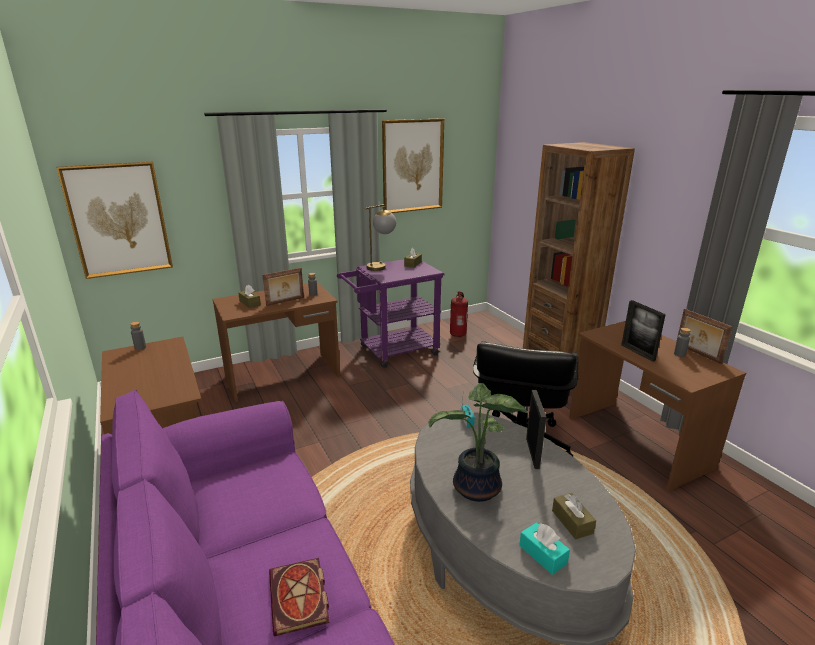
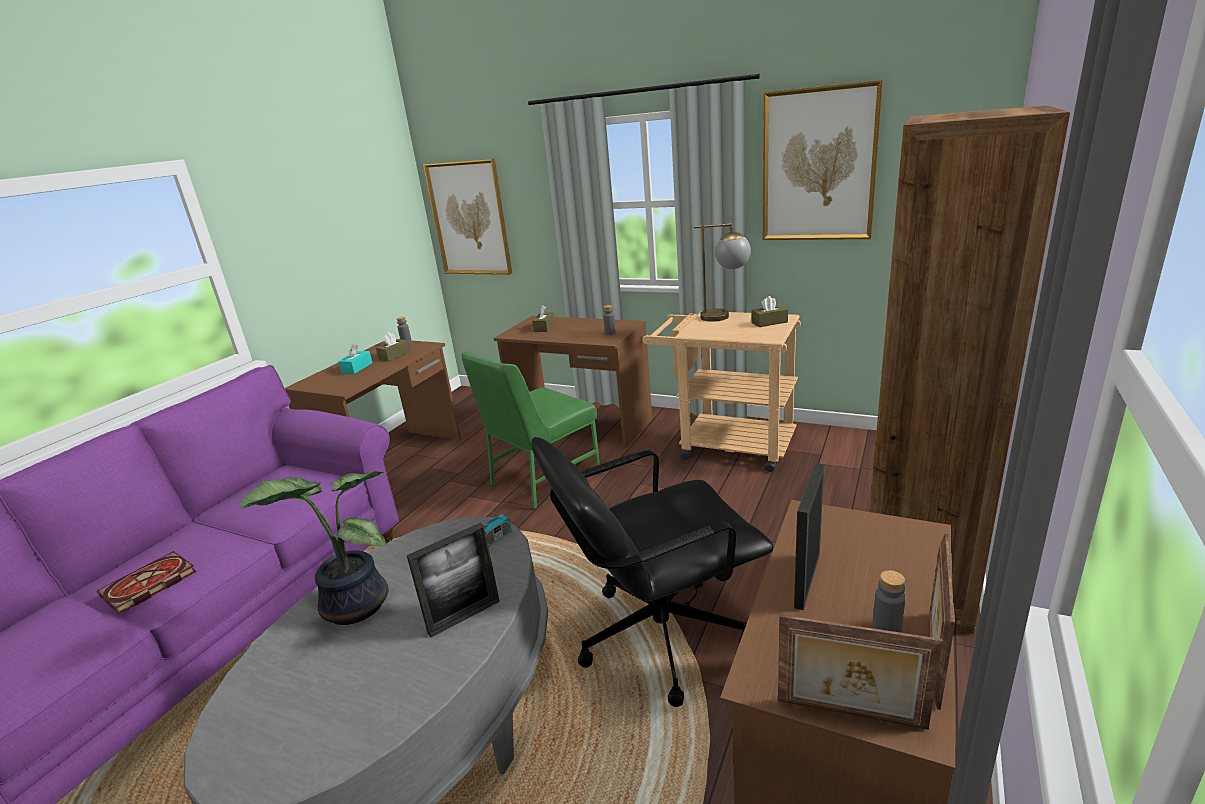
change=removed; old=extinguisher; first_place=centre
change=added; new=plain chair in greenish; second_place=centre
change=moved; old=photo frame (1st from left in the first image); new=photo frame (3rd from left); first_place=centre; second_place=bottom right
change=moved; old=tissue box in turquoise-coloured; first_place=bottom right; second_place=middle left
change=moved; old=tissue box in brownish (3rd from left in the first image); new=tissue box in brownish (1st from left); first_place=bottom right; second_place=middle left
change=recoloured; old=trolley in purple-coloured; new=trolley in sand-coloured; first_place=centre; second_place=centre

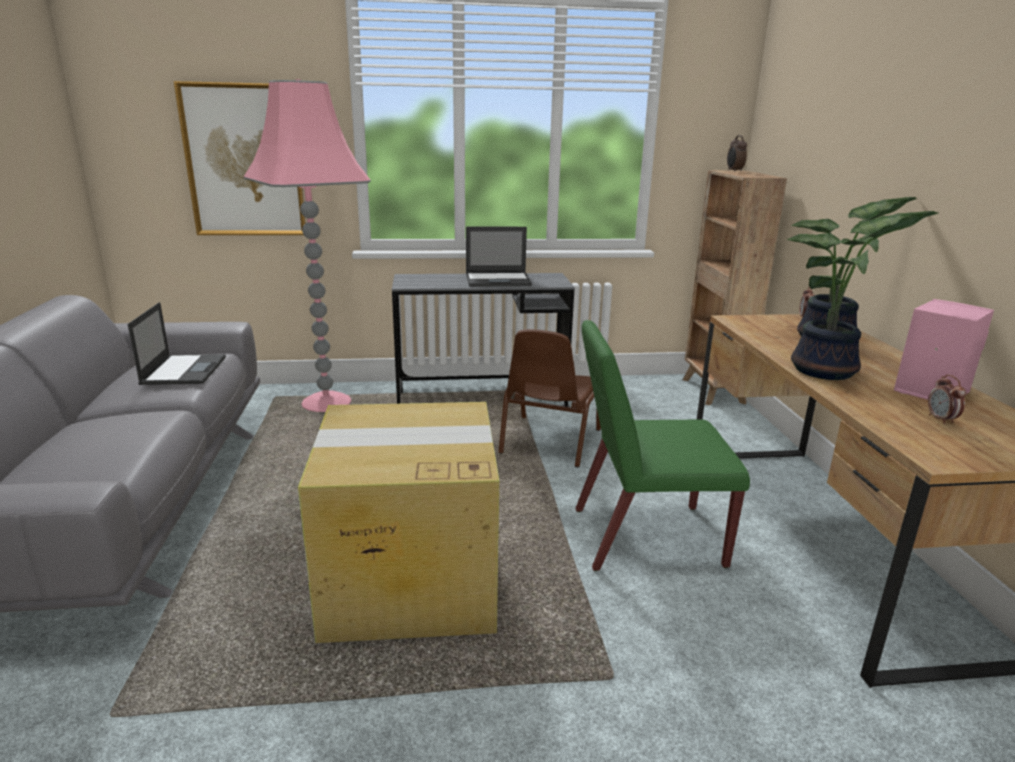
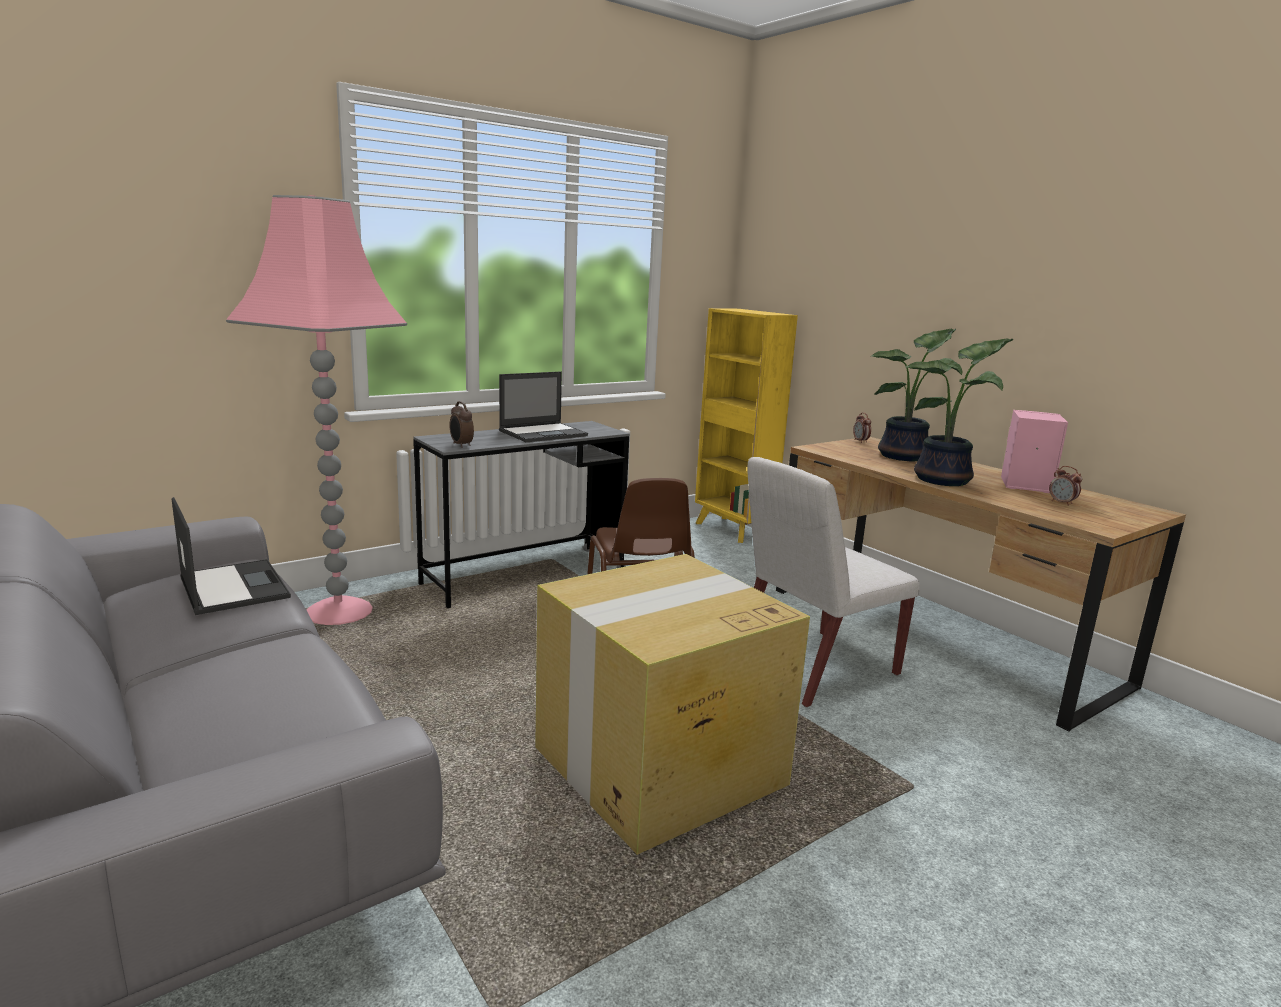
change=removed; old=wall art; first_place=top left
change=moved; old=bedside clock (1st from left); first_place=top right; second_place=centre
change=recoloured; old=plain chair in greenish; new=plain chair in white-coloured; first_place=centre; second_place=centre
change=recoloured; old=shelving unit in brownish; new=shelving unit in yellow; first_place=middle right; second_place=centre

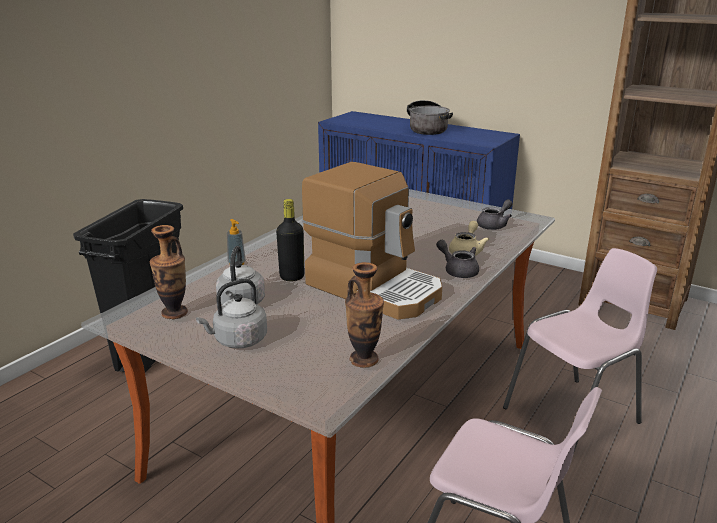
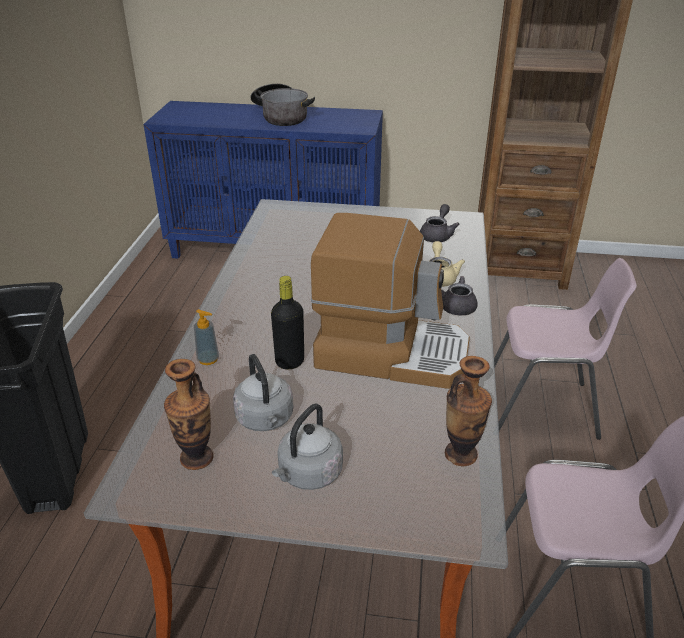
change=turned; old=plain chair in pink (2nd from left in the first image); first_place=bottom right; second_place=middle right; degrees=60

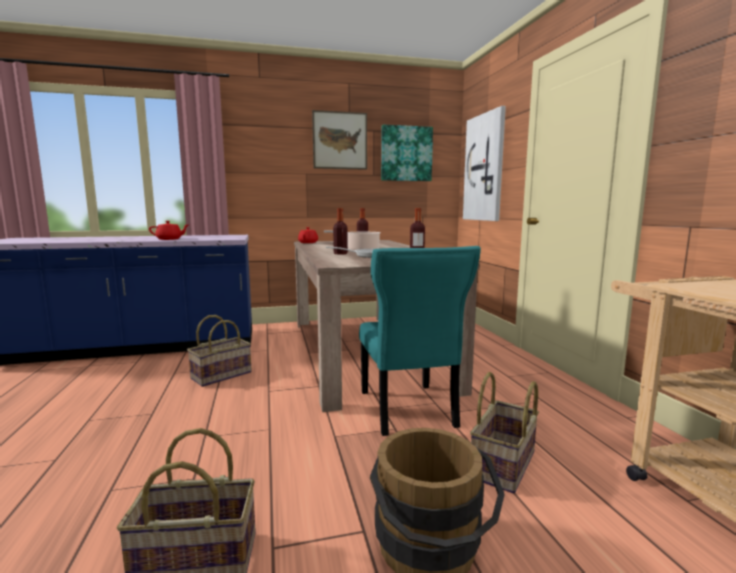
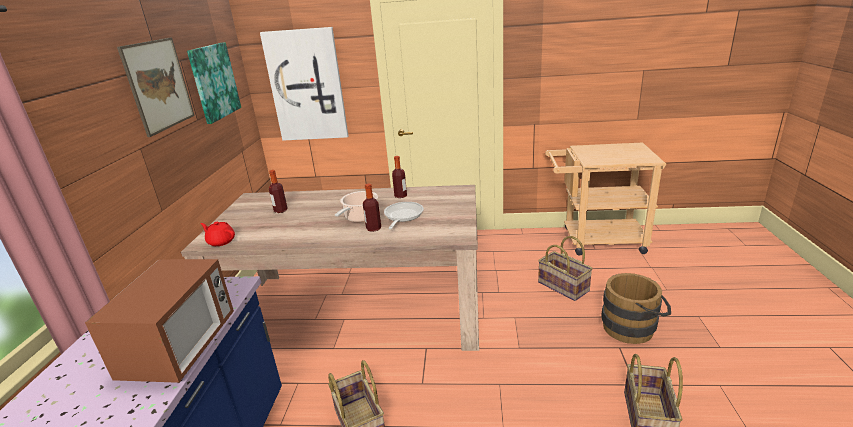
change=removed; old=plain chair in turquoise-coloured; first_place=centre
change=replaced; old=pot for tea in reddish (1st from left); new=kitchen microwave; first_place=middle left; second_place=bottom left

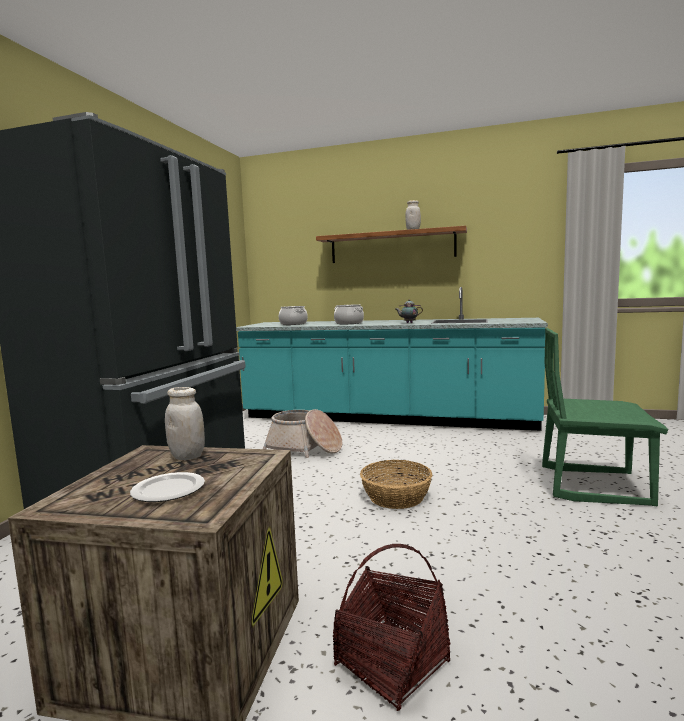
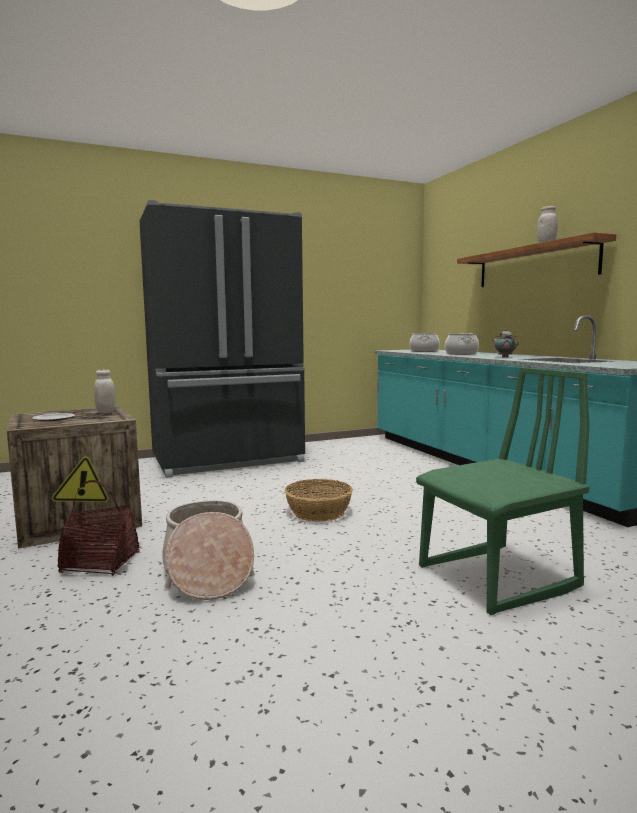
change=moved; old=storage basket (1st from left in the first image); new=storage basket (2nd from left); first_place=centre; second_place=bottom left
change=turned; old=plain chair in greenish; first_place=middle right; second_place=middle right; degrees=90

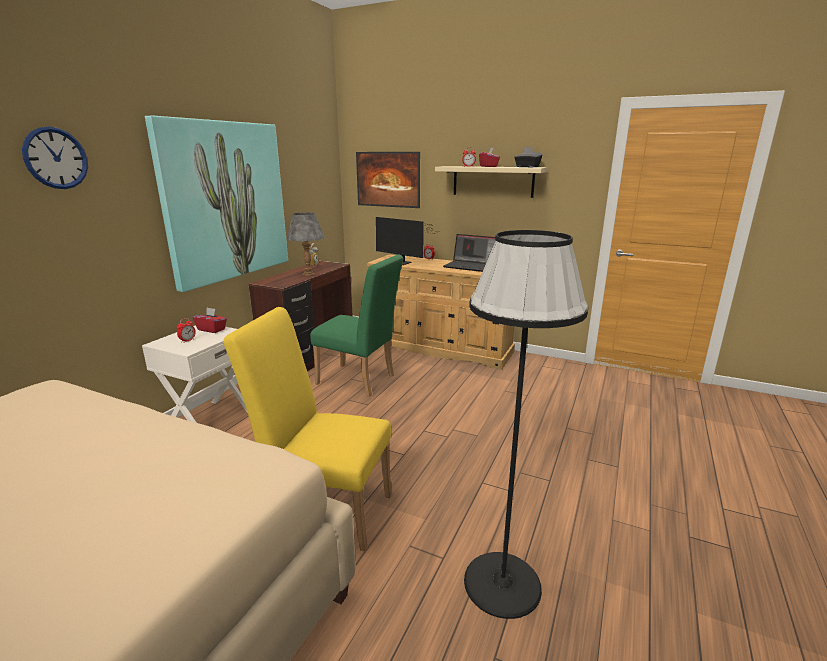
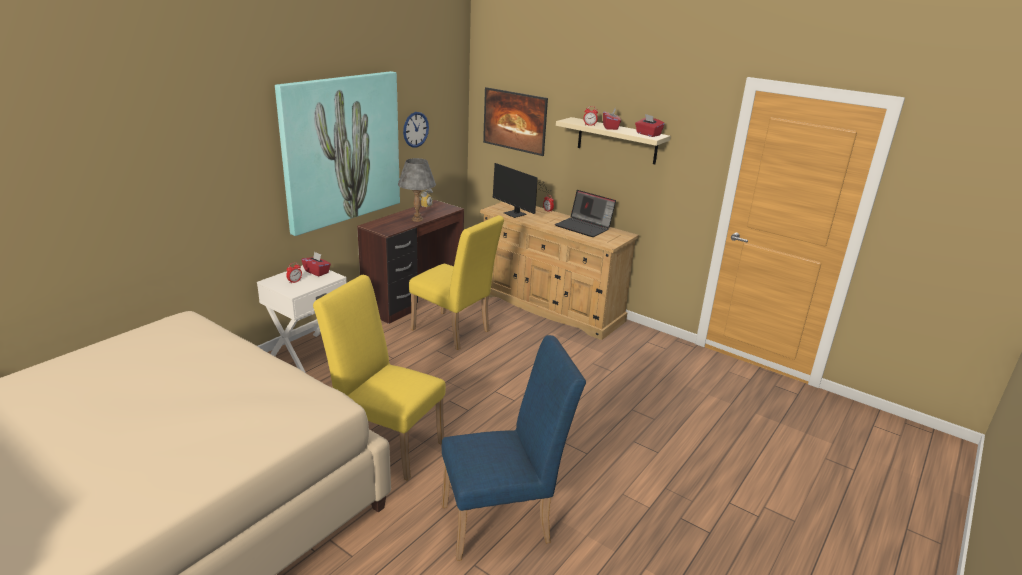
change=moved; old=hanging clock; first_place=top left; second_place=top centre
change=replaced; old=floor lamp in black; new=plain chair in bluish; first_place=centre; second_place=bottom centre
change=recoloured; old=plain chair in greenish; new=plain chair in yellow (2nd from left); first_place=centre; second_place=centre
change=recoloured; old=tissue box in black; new=tissue box in reddish (3rd from left); first_place=top centre; second_place=top centre

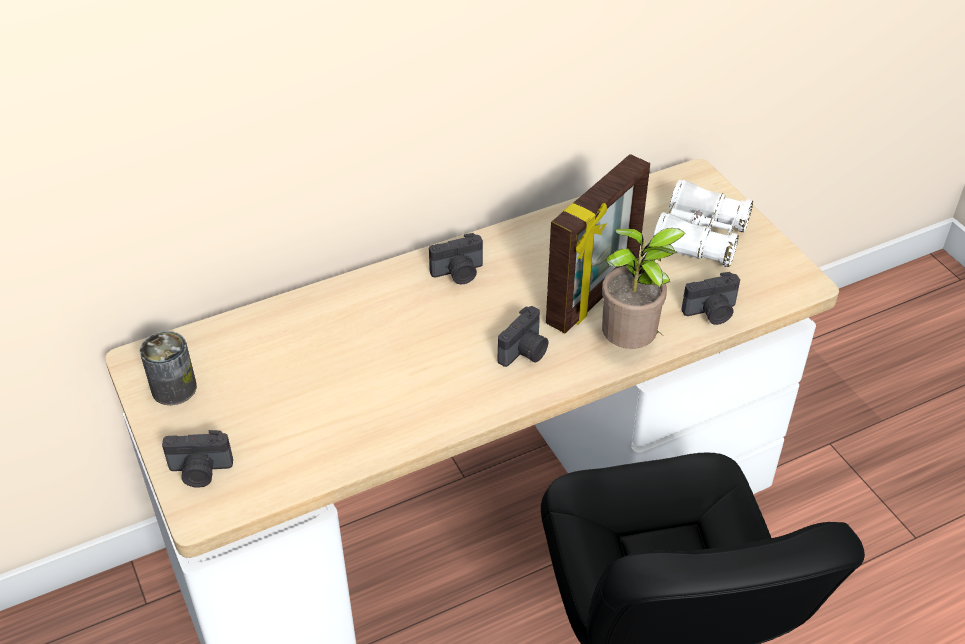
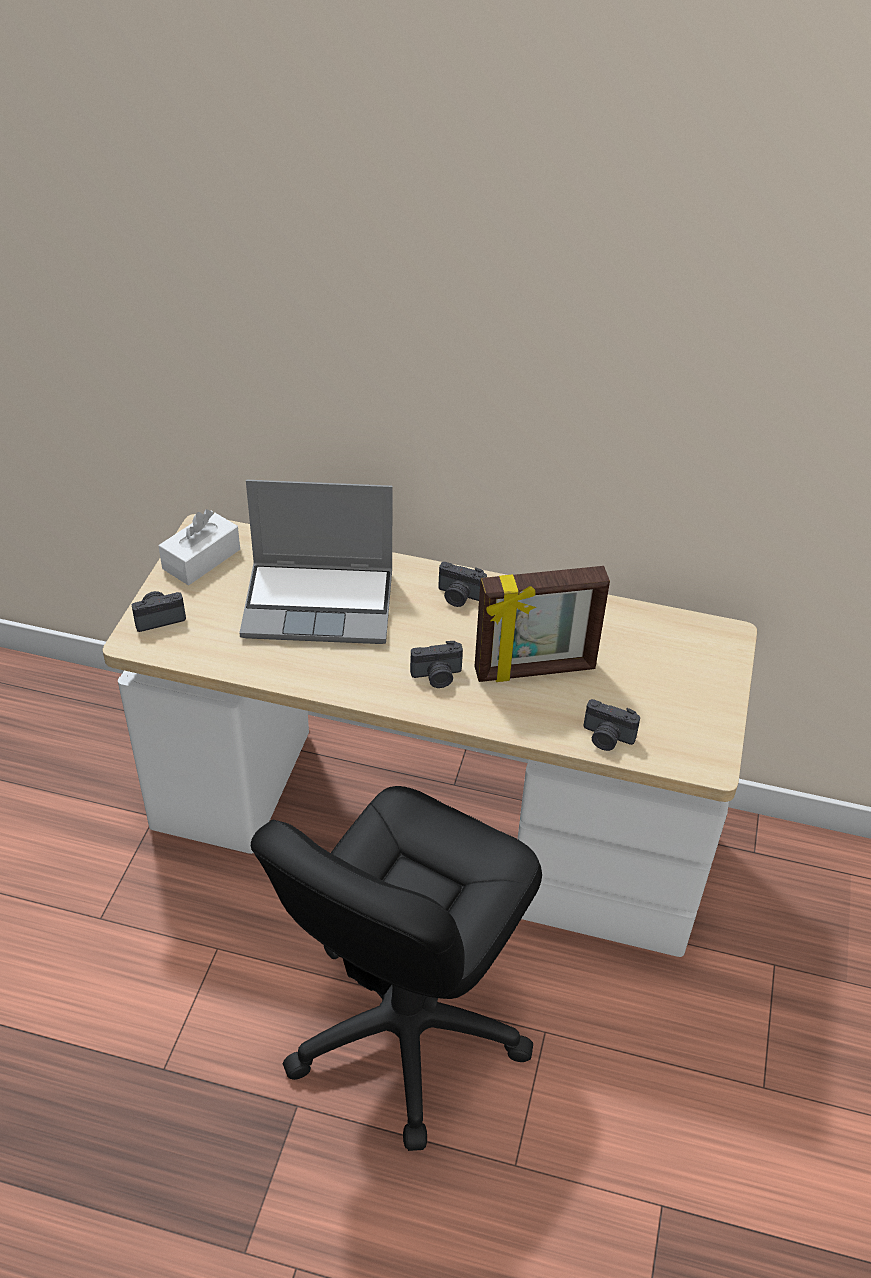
change=removed; old=houseplant; first_place=middle right
change=removed; old=field glasses in white-coloured; first_place=middle right
change=added; new=portable computer; second_place=centre
change=replaced; old=can; new=tissue box in white-coloured; first_place=middle left; second_place=middle left
change=turned; old=still camera (1st from left); first_place=bottom left; second_place=middle left; degrees=120

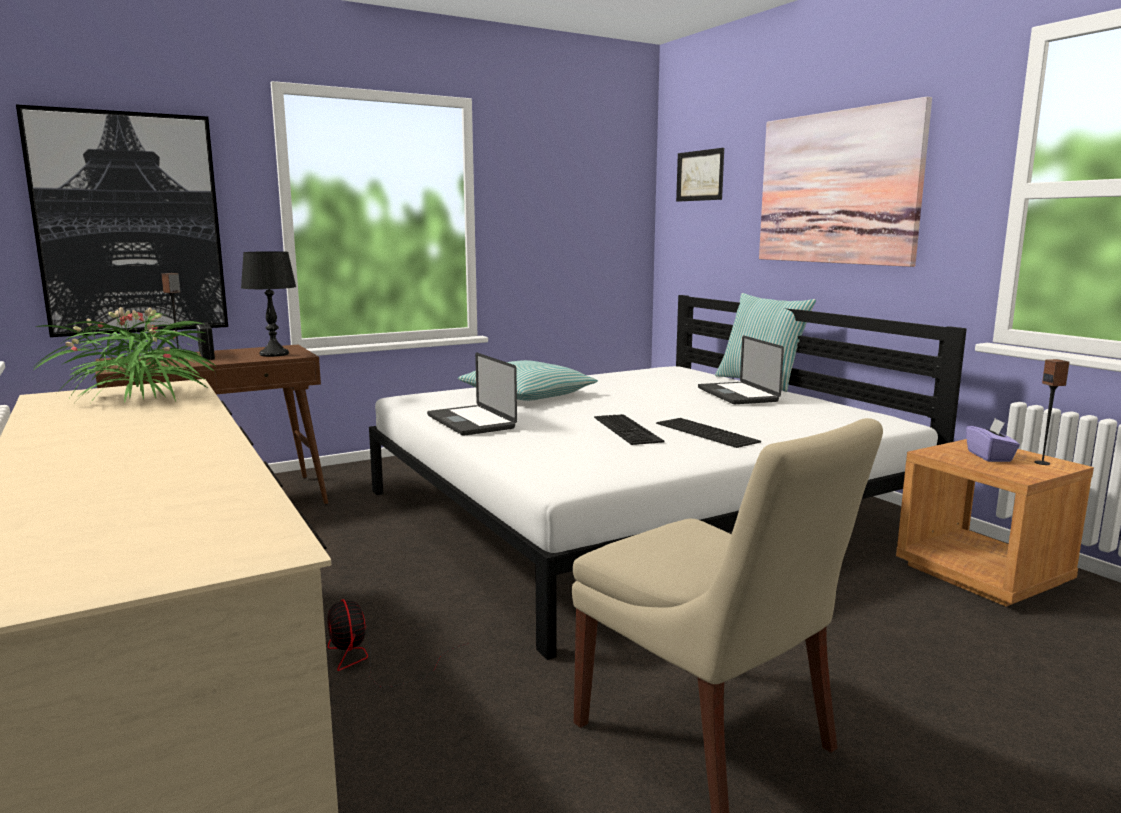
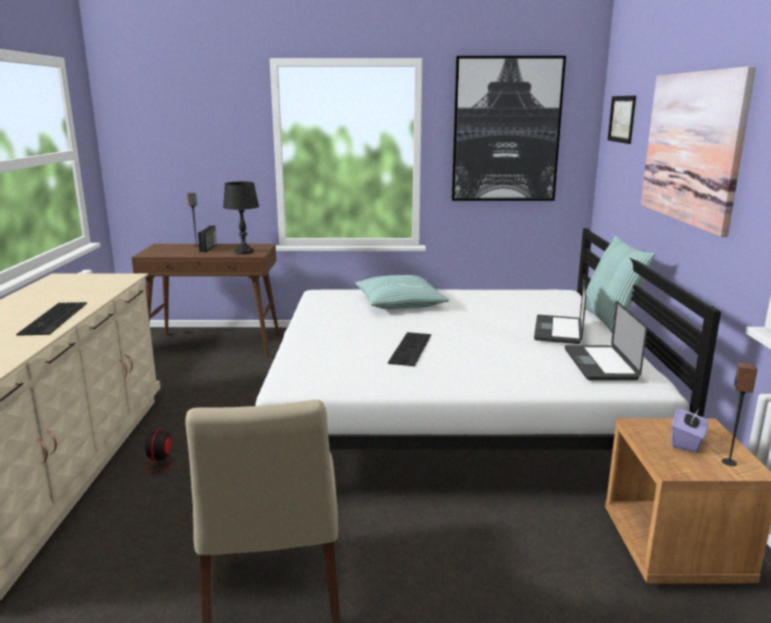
change=removed; old=houseplant; first_place=middle left
change=moved; old=wall art (1st from left); first_place=top left; second_place=top centre
change=moved; old=portable computer (1st from left in the first image); new=portable computer (2nd from left); first_place=centre; second_place=middle right
change=moved; old=keyboard (2nd from left in the first image); new=keyboard (1st from left); first_place=centre; second_place=middle left

